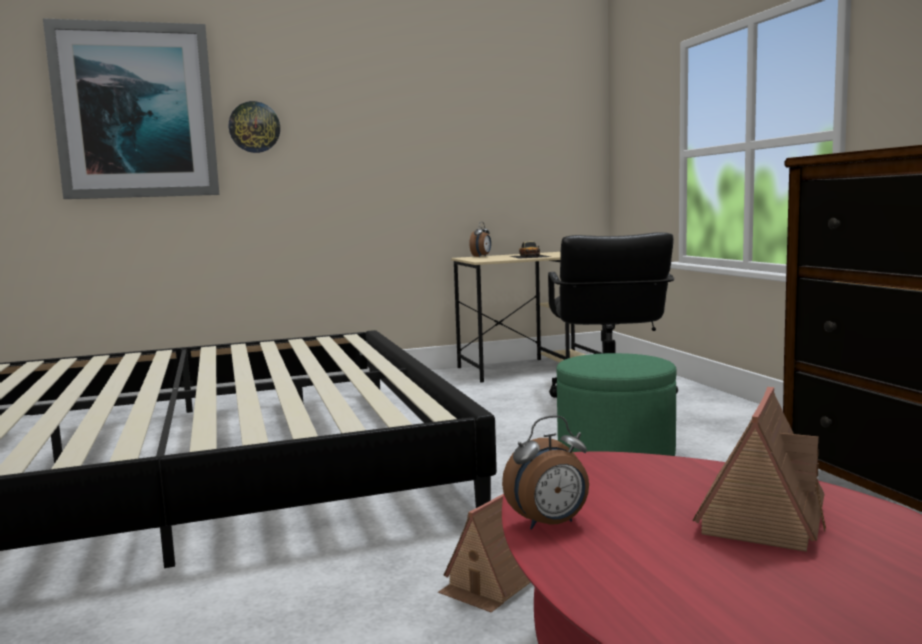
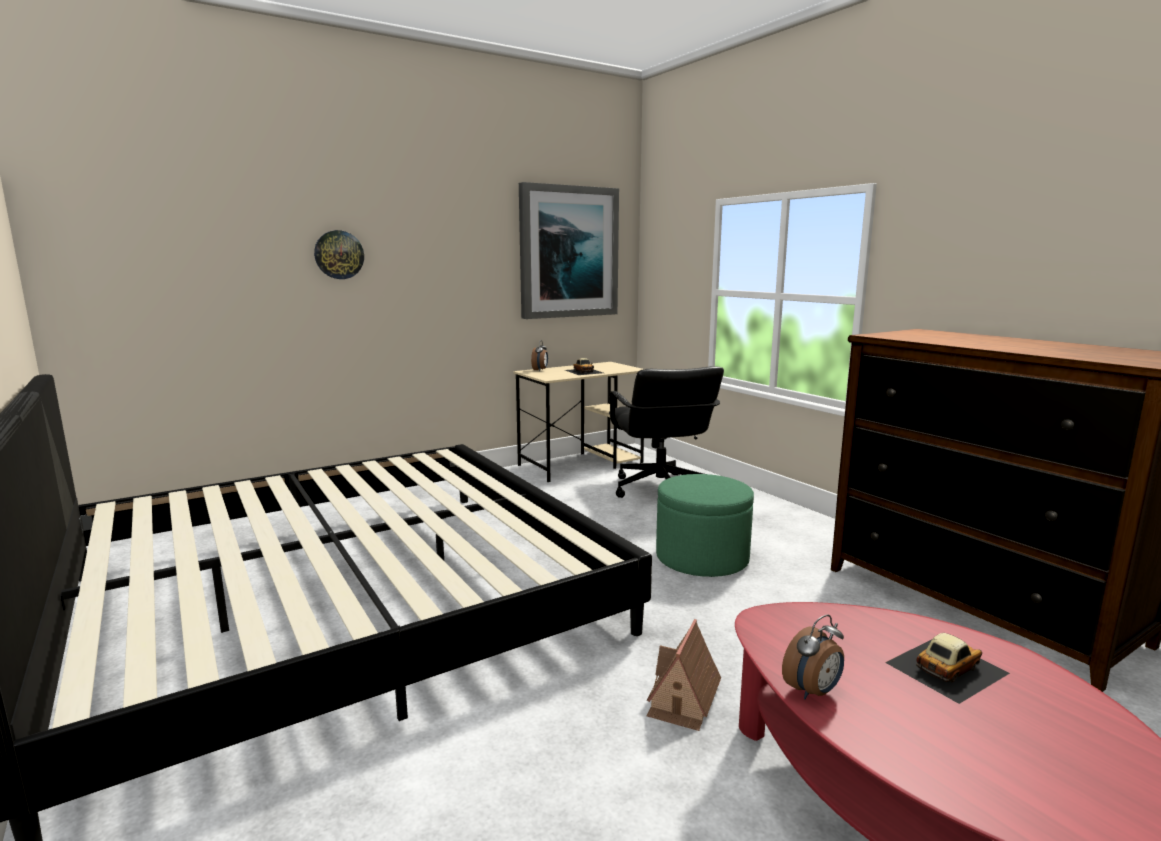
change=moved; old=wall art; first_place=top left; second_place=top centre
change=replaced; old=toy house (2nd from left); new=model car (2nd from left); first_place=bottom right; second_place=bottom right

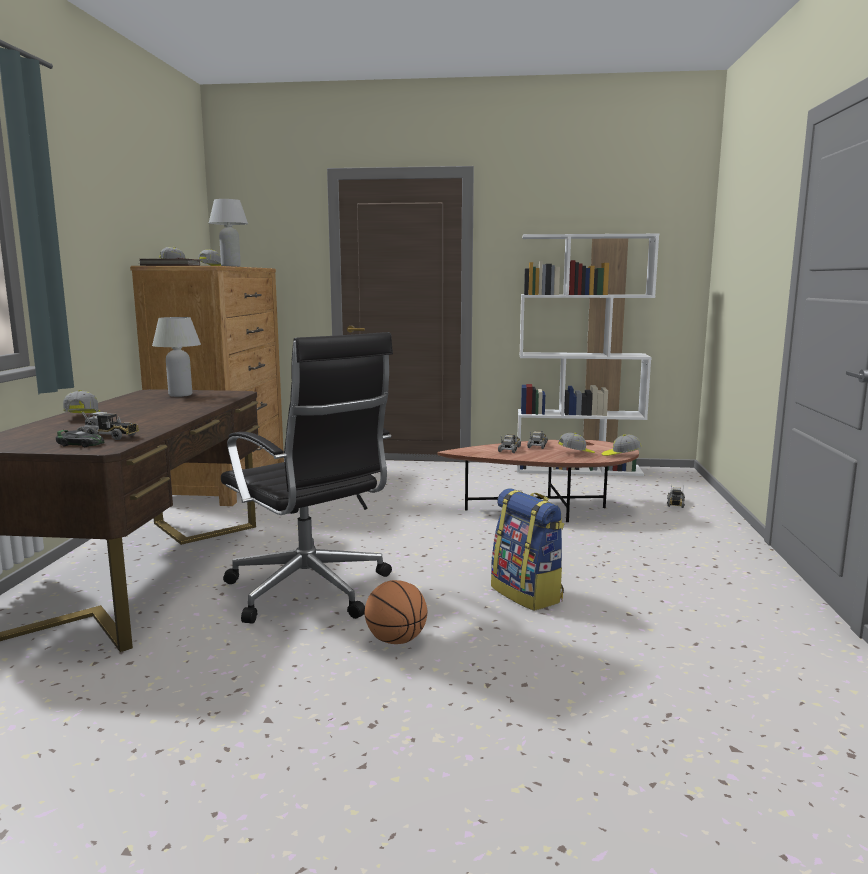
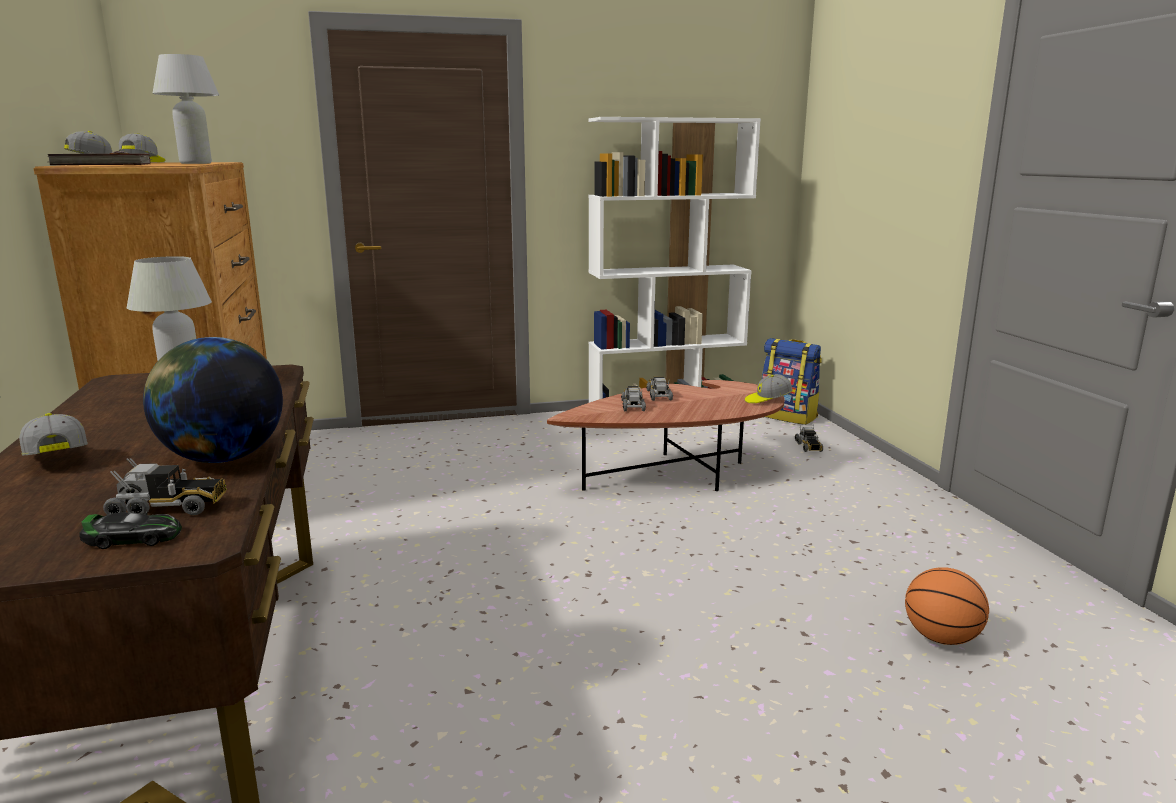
change=removed; old=desk chair in black; first_place=centre
change=removed; old=peaked cap (4th from left); first_place=centre
change=added; new=desk globe; second_place=middle left
change=moved; old=basketball; first_place=bottom centre; second_place=bottom right
change=moved; old=backpack; first_place=centre; second_place=middle right

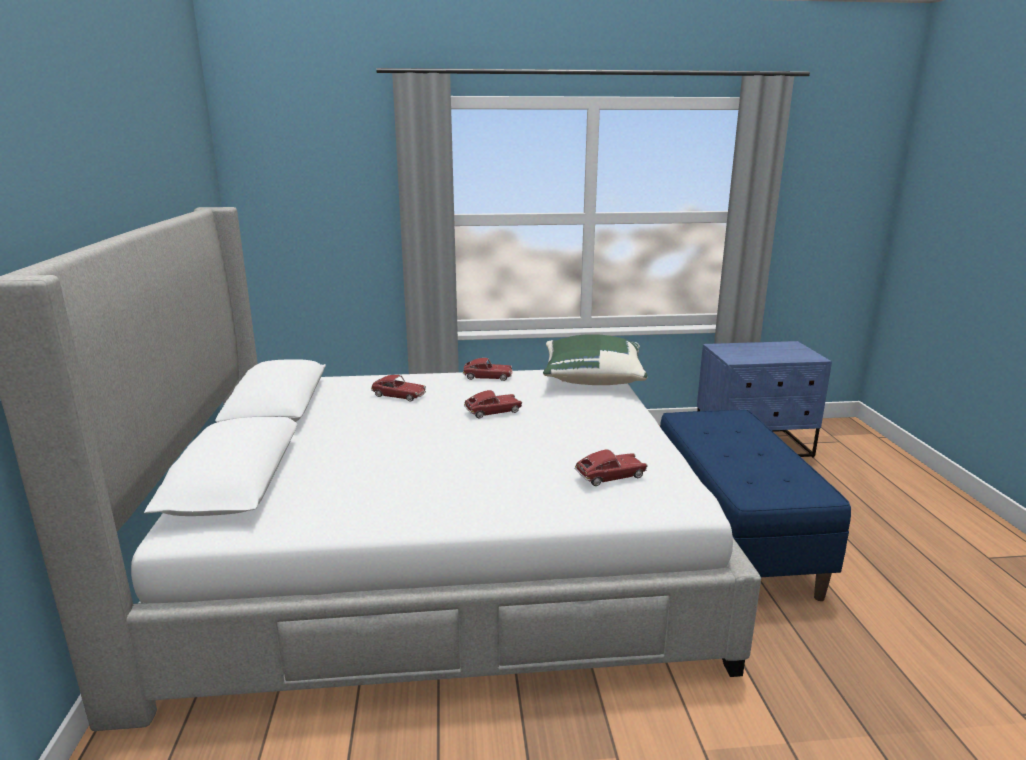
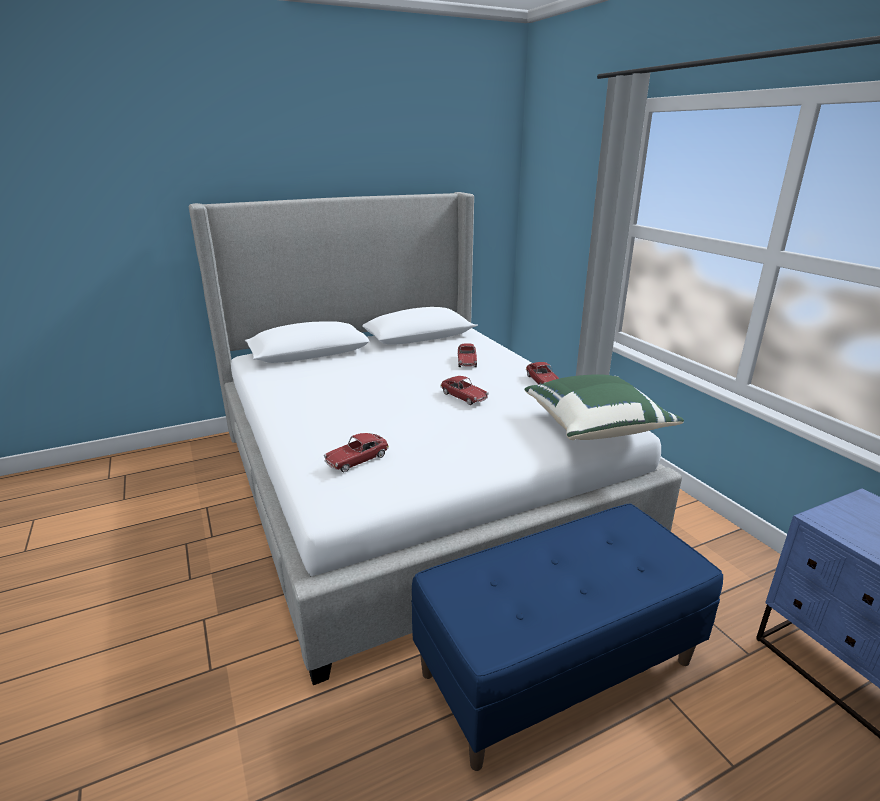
change=turned; old=model car (4th from left in the first image); first_place=centre; second_place=centre; degrees=90

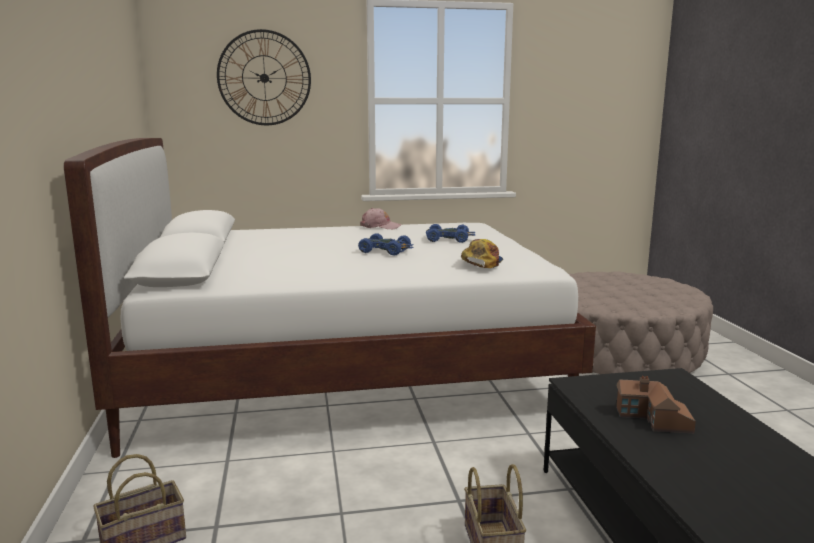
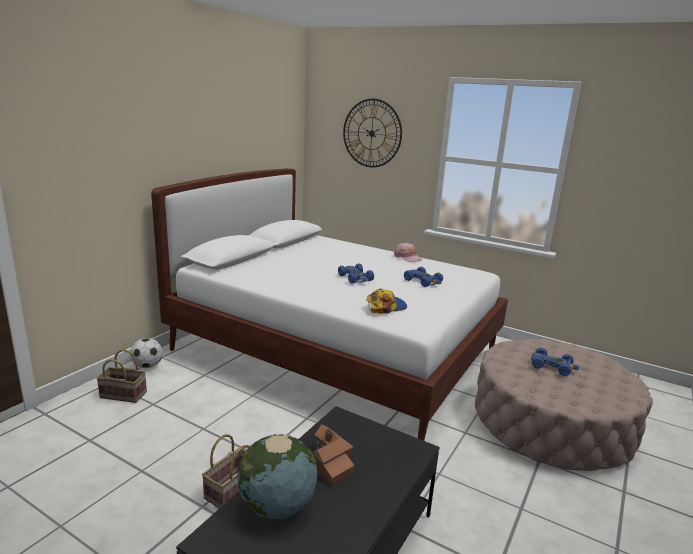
change=added; new=football; second_place=middle left
change=added; new=desk globe; second_place=bottom centre
change=added; new=model car in bluish (3rd from left); second_place=middle right

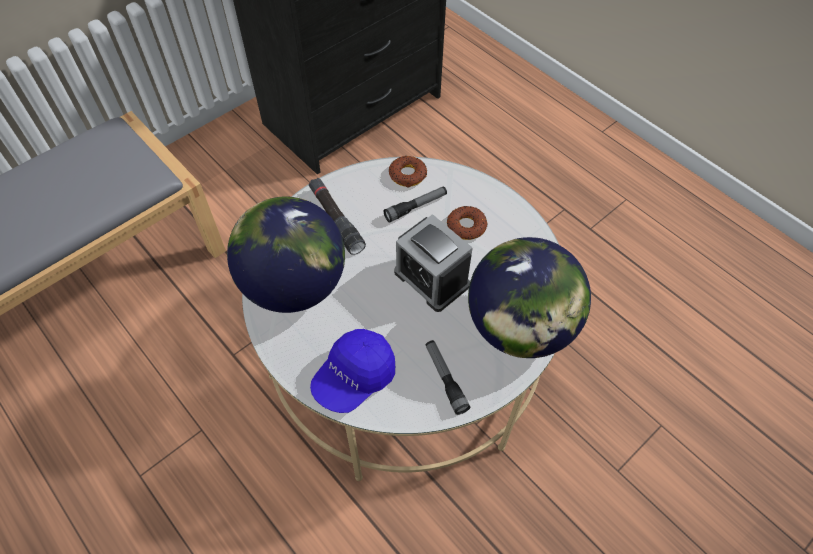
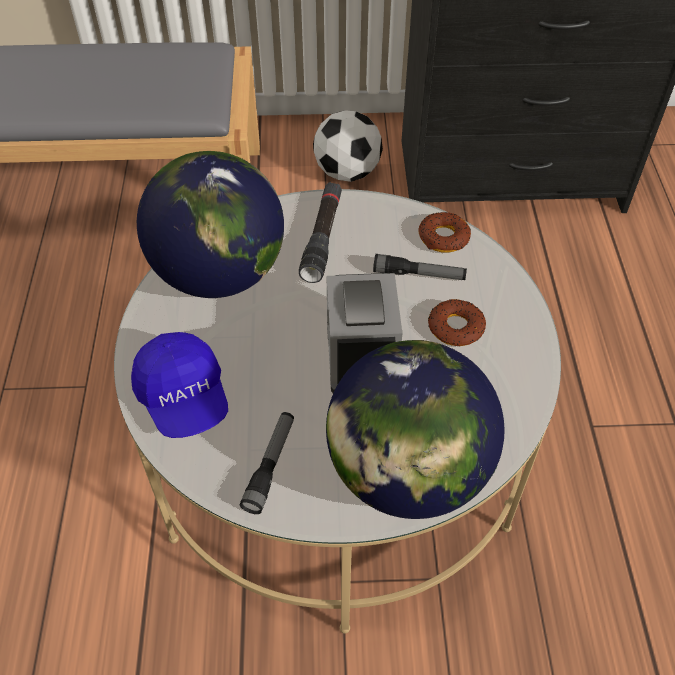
change=added; new=football; second_place=top centre
change=turned; old=peaked cap in bluish; first_place=bottom centre; second_place=middle left; degrees=-105

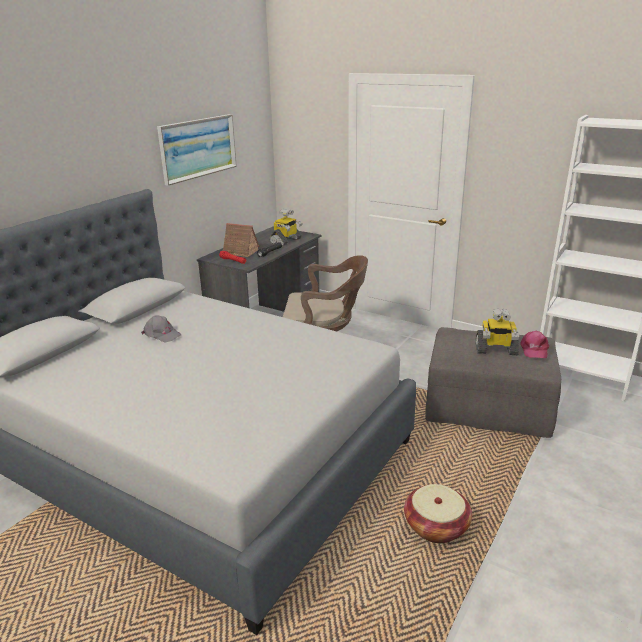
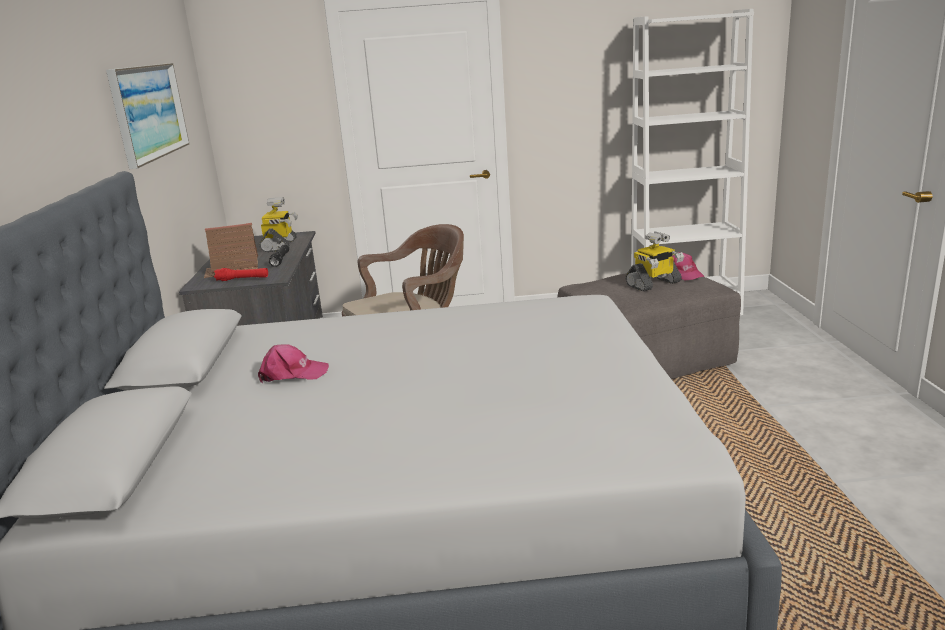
change=removed; old=storage basket; first_place=bottom right
change=recoloured; old=peaked cap in grey; new=peaked cap in pink (1st from left); first_place=middle left; second_place=middle left

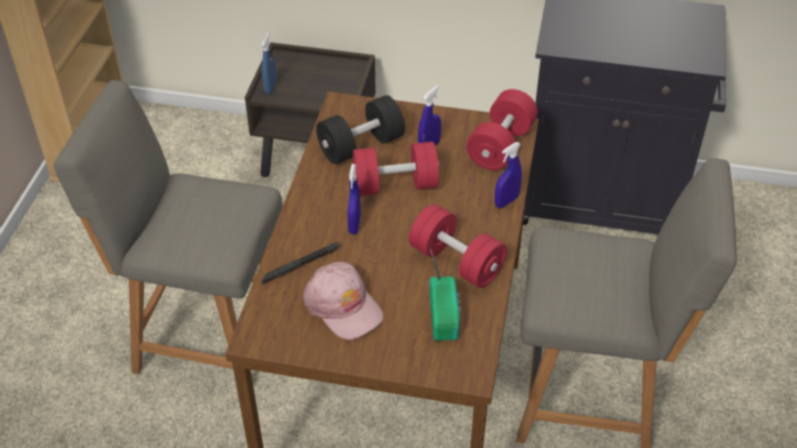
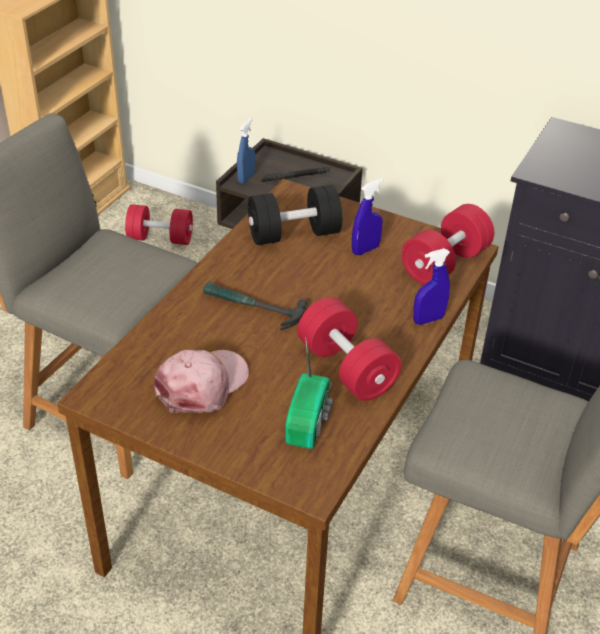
change=moved; old=flashlight in black; first_place=centre; second_place=top centre
change=moved; old=hand weight in reddish (1st from left); first_place=centre; second_place=middle left
change=replaced; old=hand sprayer in bluish (2nd from left); new=tool hammer; first_place=centre; second_place=centre
change=turned; old=peaked cap in pink; first_place=bottom centre; second_place=centre; degrees=-120

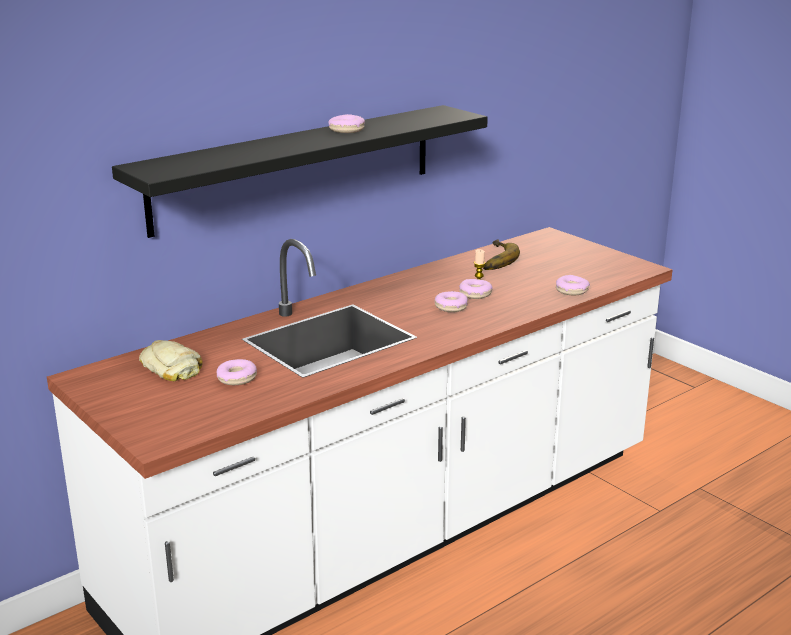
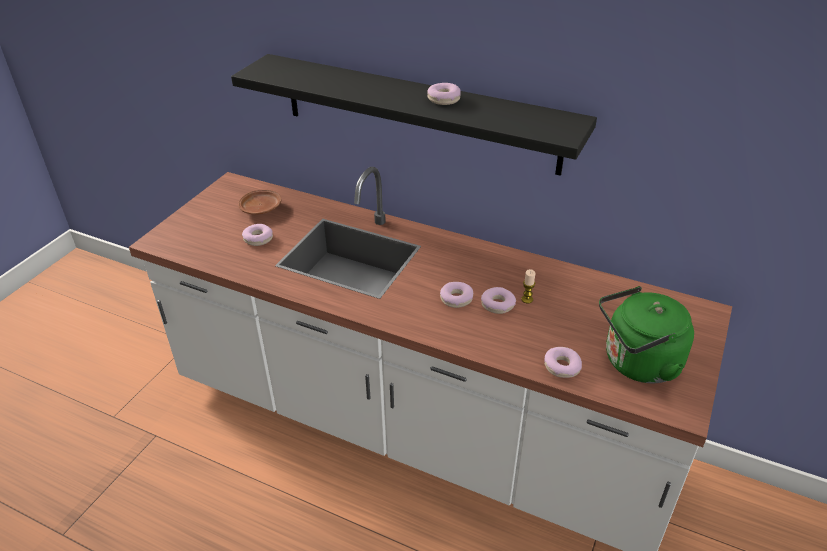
change=removed; old=banana; first_place=centre
change=added; new=tea kettle in greenish; second_place=middle right
change=replaced; old=bread; new=plate in brownish; first_place=middle left; second_place=middle left

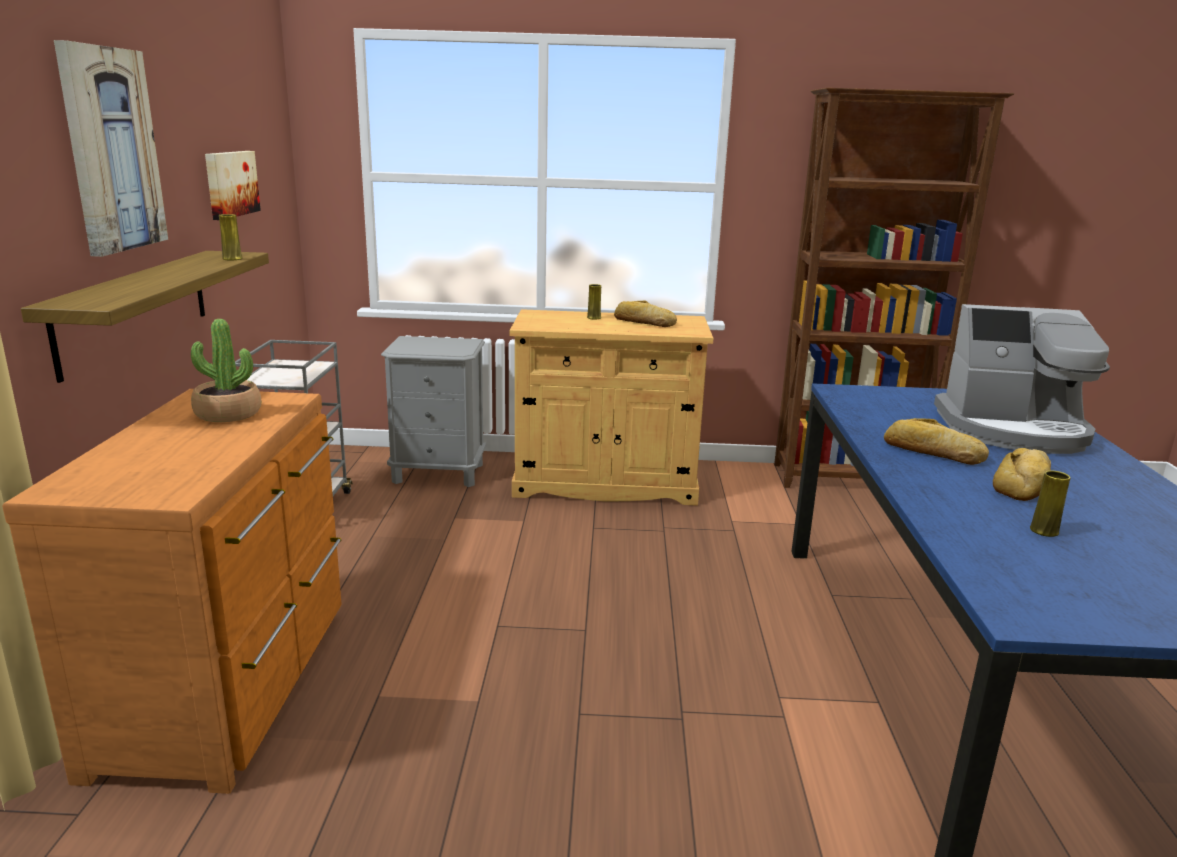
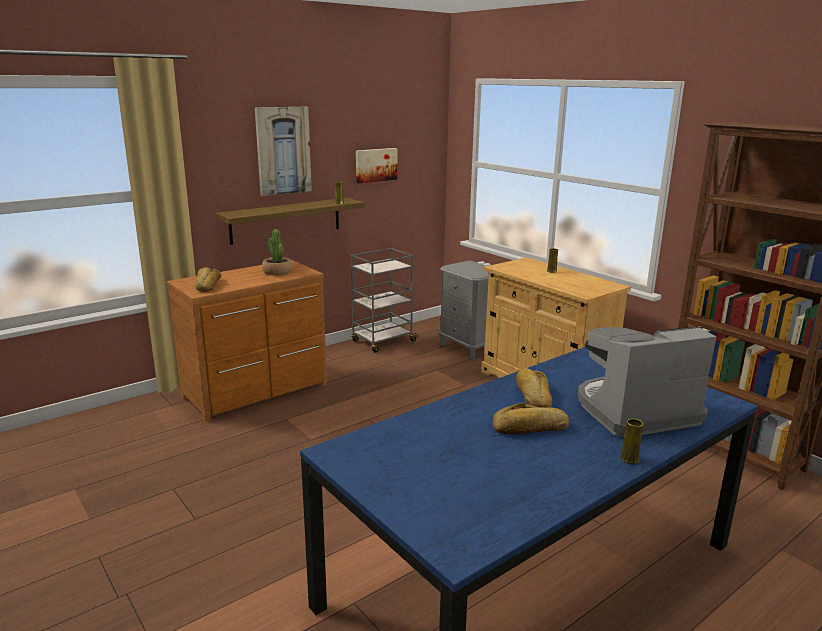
change=moved; old=bread (1st from left); first_place=centre; second_place=middle left
change=moved; old=flower vase in yellow (3rd from left); first_place=middle right; second_place=bottom right
change=turned; old=coffee brewer; first_place=middle right; second_place=middle right; degrees=105

